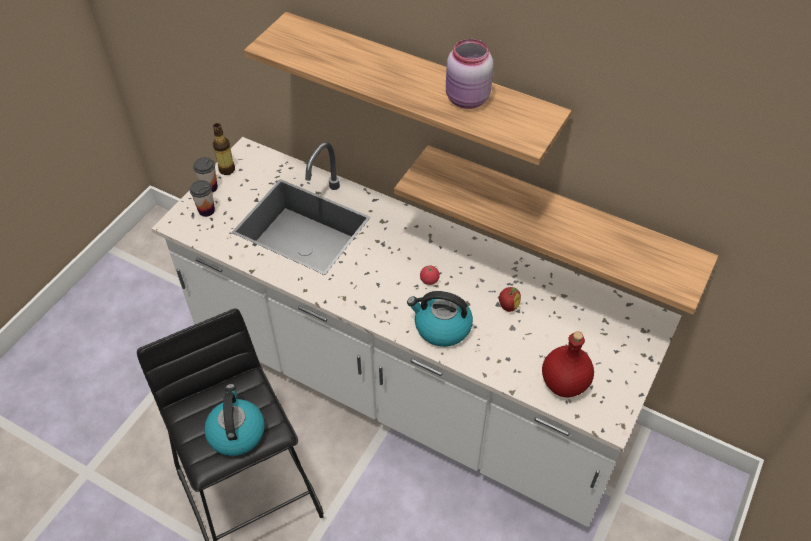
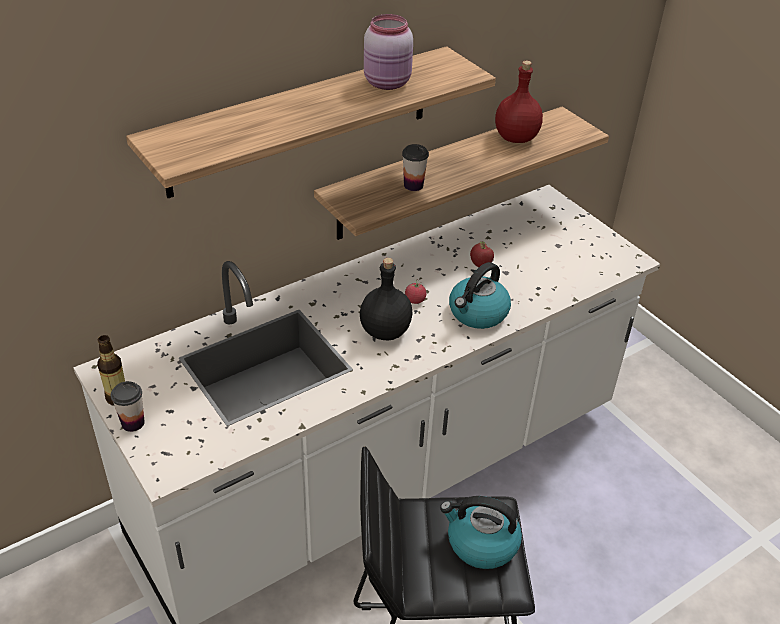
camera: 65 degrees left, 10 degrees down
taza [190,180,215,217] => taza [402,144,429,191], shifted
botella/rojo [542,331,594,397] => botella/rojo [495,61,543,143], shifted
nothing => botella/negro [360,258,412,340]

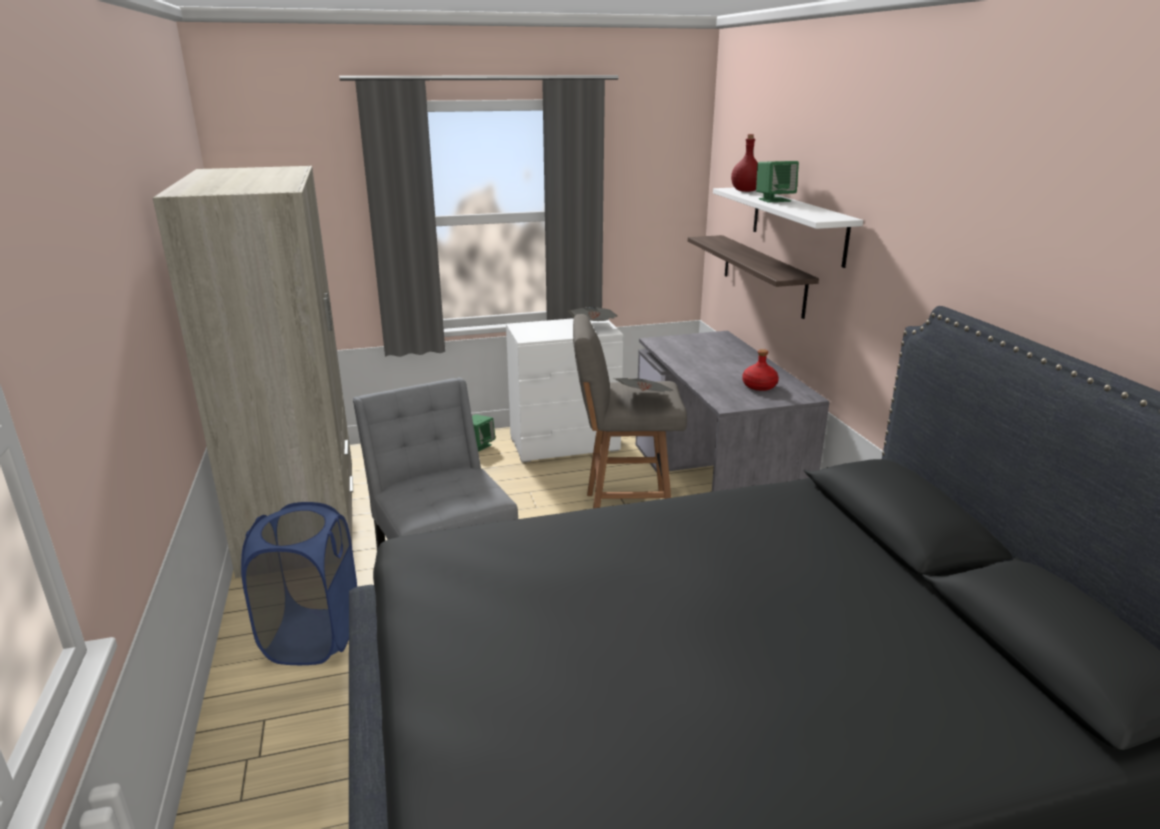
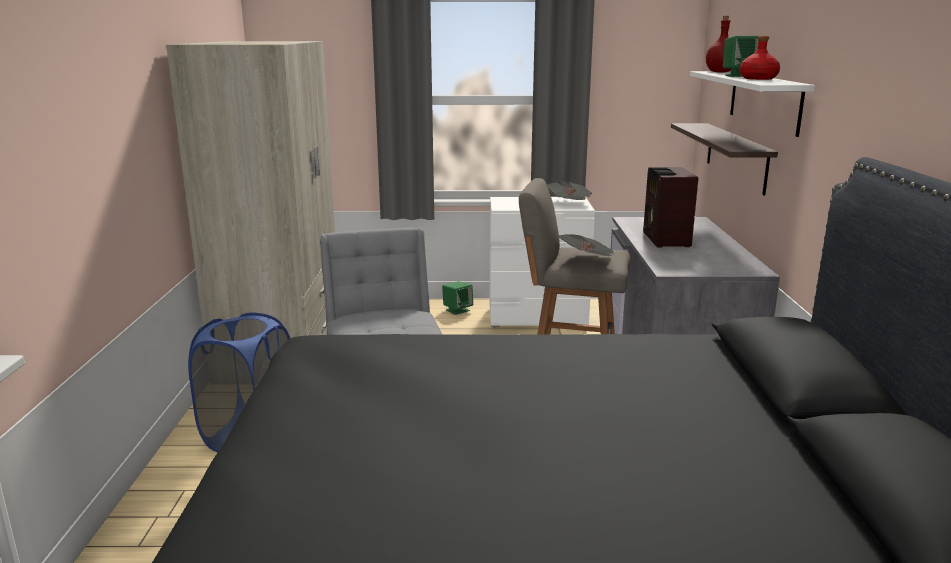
camera: 15 degrees right, 5 degrees down
botella/rojo [742,349,779,391] => botella/rojo [740,36,780,80], shifted
nothing => radio [643,167,699,247]

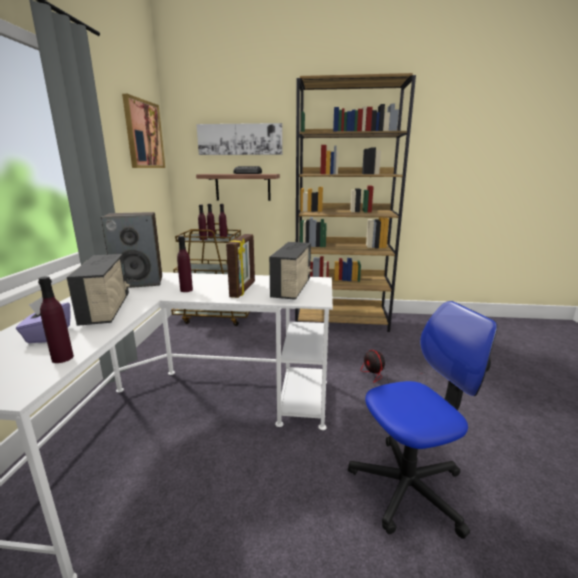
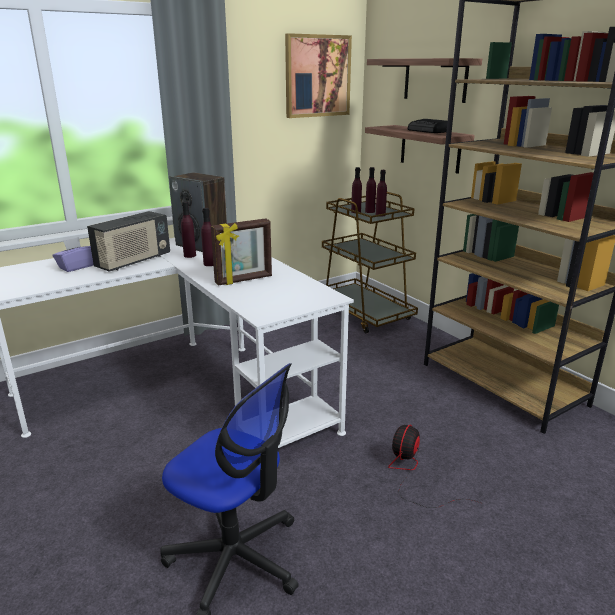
camera: 50 degrees right, 5 degrees up
cuadro [196,123,283,155] => estante [367,58,482,103]
radio [269,242,312,300] => nothing
botella/morado [38,276,74,363] => botella/morado [181,201,196,258], shifted

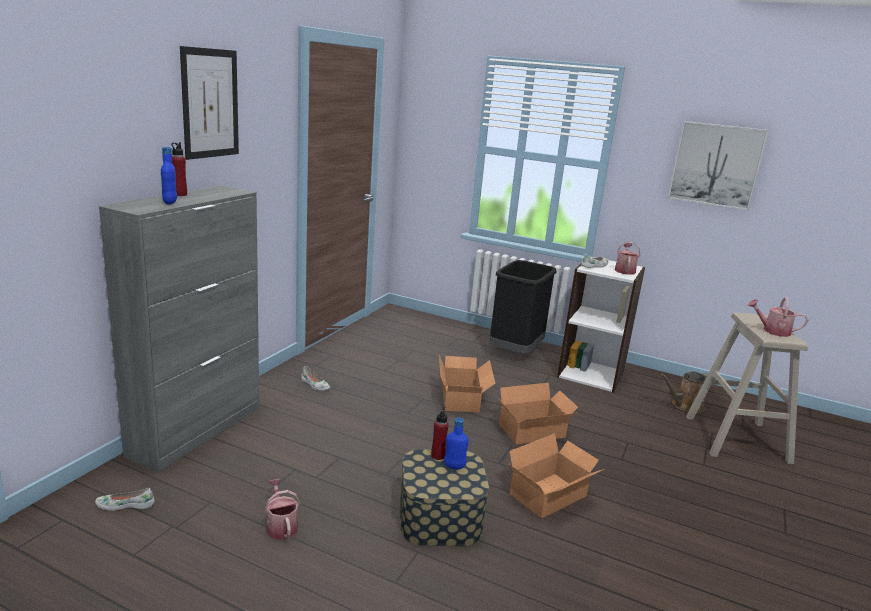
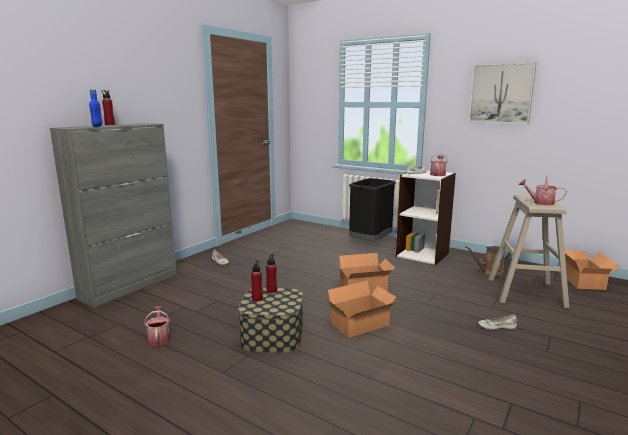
camera: 10 degrees right, 5 degrees down
cuadro [180,46,239,160] => nothing
caja de cartón [439,355,496,413] => caja de cartón [565,250,621,290], shifted
botella/azul [444,418,469,470] => nothing
zapato/blanco [95,488,155,511] => zapato/blanco [478,315,517,330], shifted
nothing => botella/rojo [251,261,263,302]

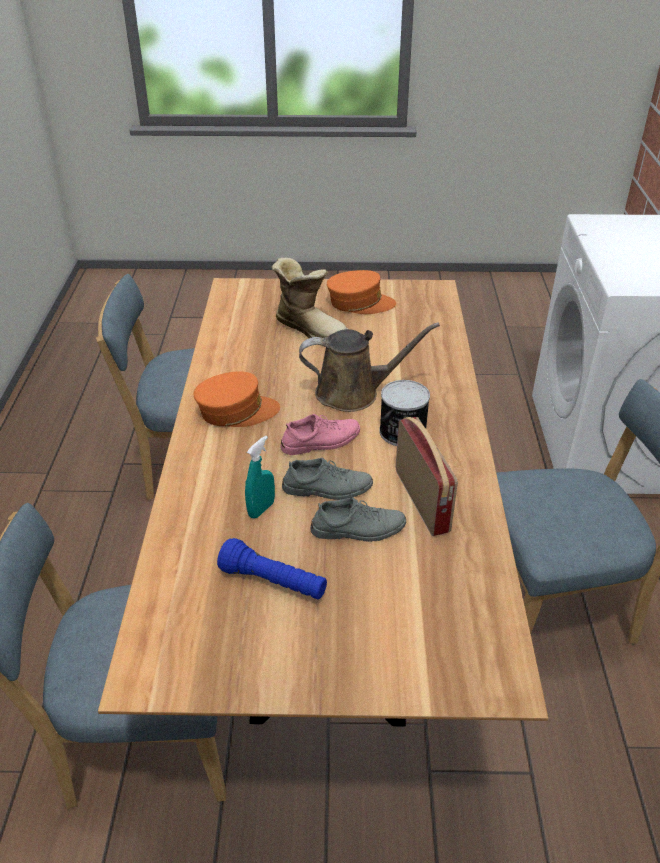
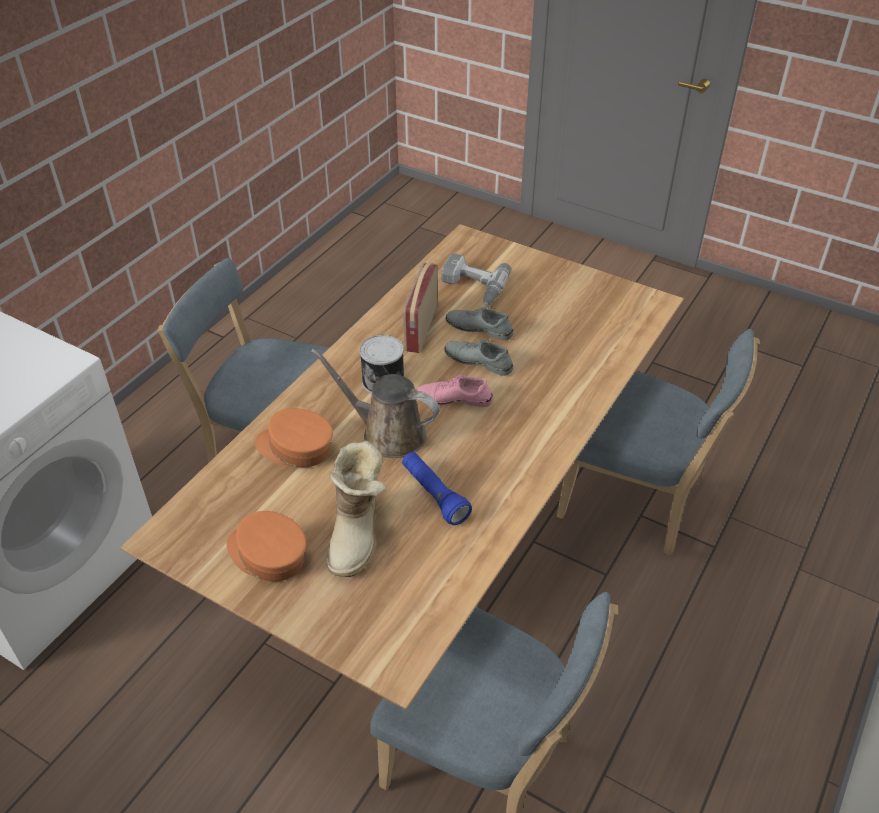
camera: 150 degrees left, 5 degrees up
bota [271,257,348,338] => bota [327,441,387,577], 150 degrees counterclockwise
gorra/naranja [193,371,280,427] => gorra/naranja [255,408,333,467], shifted
pulverizador/turquesa [245,435,275,519] => nothing
linterna/azul [217,538,327,599] => linterna/azul [402,452,472,525], shifted
nothing => taladro [441,253,511,306]

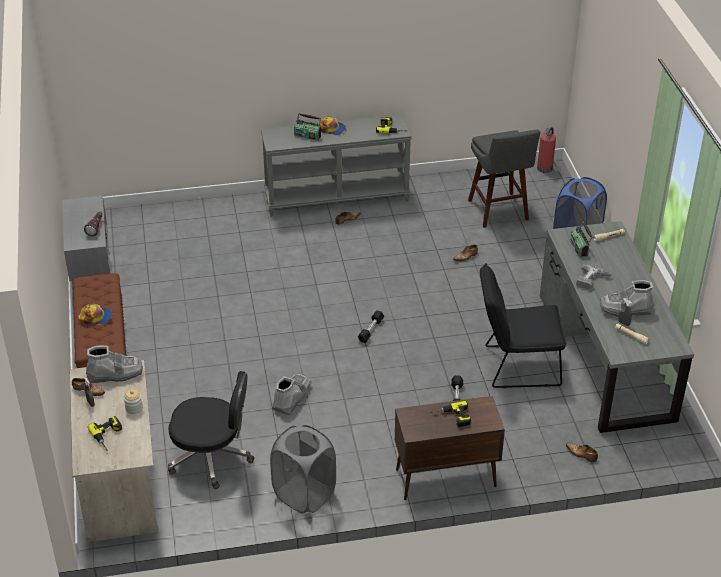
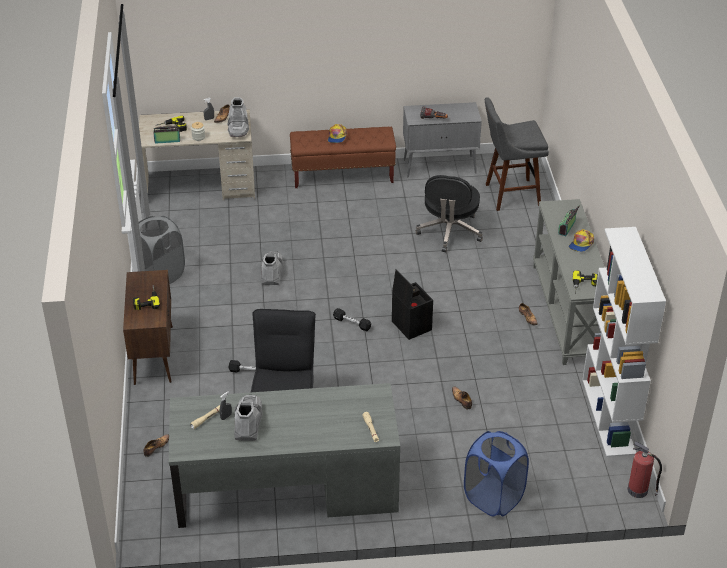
camera: 95 degrees right, 0 degrees up
taburete/gris [468,130,540,228] => taburete/gris [485,97,549,211], shifted
radio [570,221,593,257] => radio [153,126,180,144], shifted
taladro [576,264,612,290] => nothing
silla de oficina/negro [168,371,255,489] => silla de oficina/negro [416,175,483,253], shifted
bota/gris [272,374,311,415] => bota/gris [261,251,283,285], 120 degrees counterclockwise
nothing => estantería/blanco [582,227,666,457]
nothing => caja de almacenaje/negro [392,269,433,340]

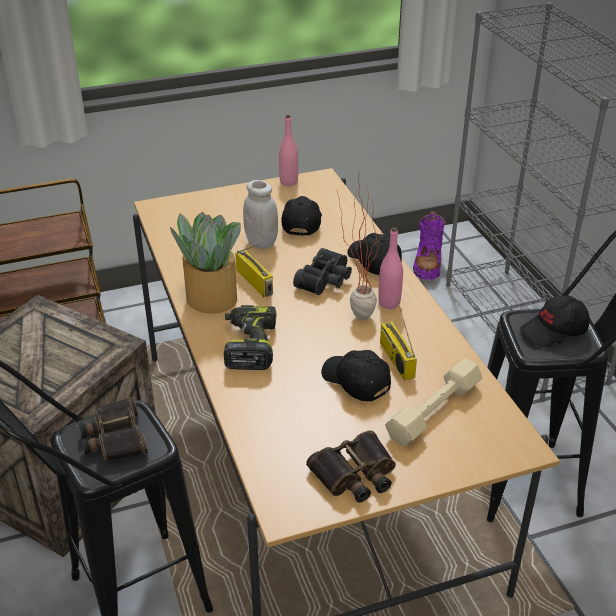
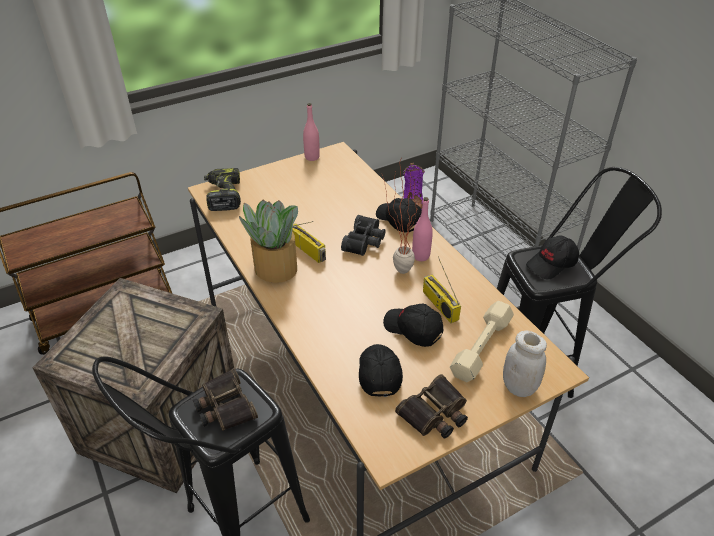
camera: 10 degrees left, 5 degrees up
tarro/blanco [243,180,278,249] => tarro/blanco [503,331,547,397], shifted
gorra/negro [281,196,322,236] => gorra/negro [359,344,403,397], shifted
taladro [224,305,277,370] => taladro [204,168,241,211], shifted

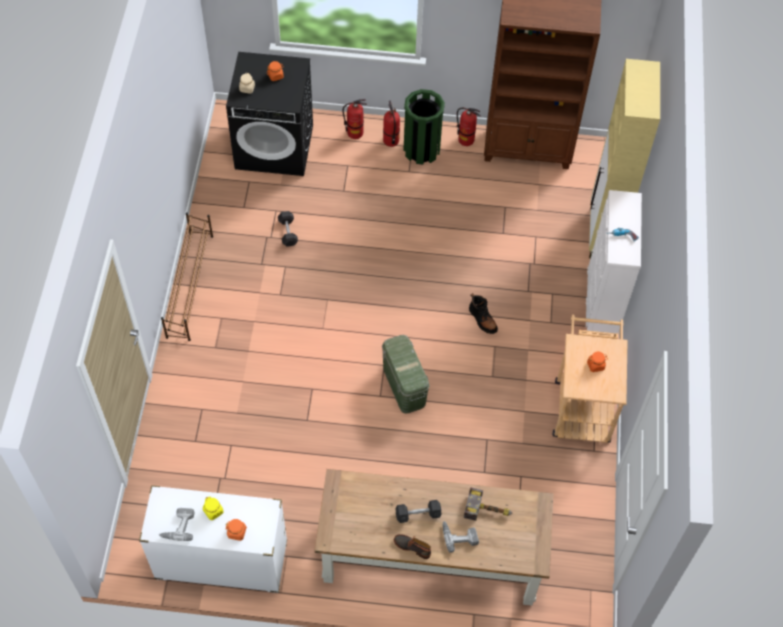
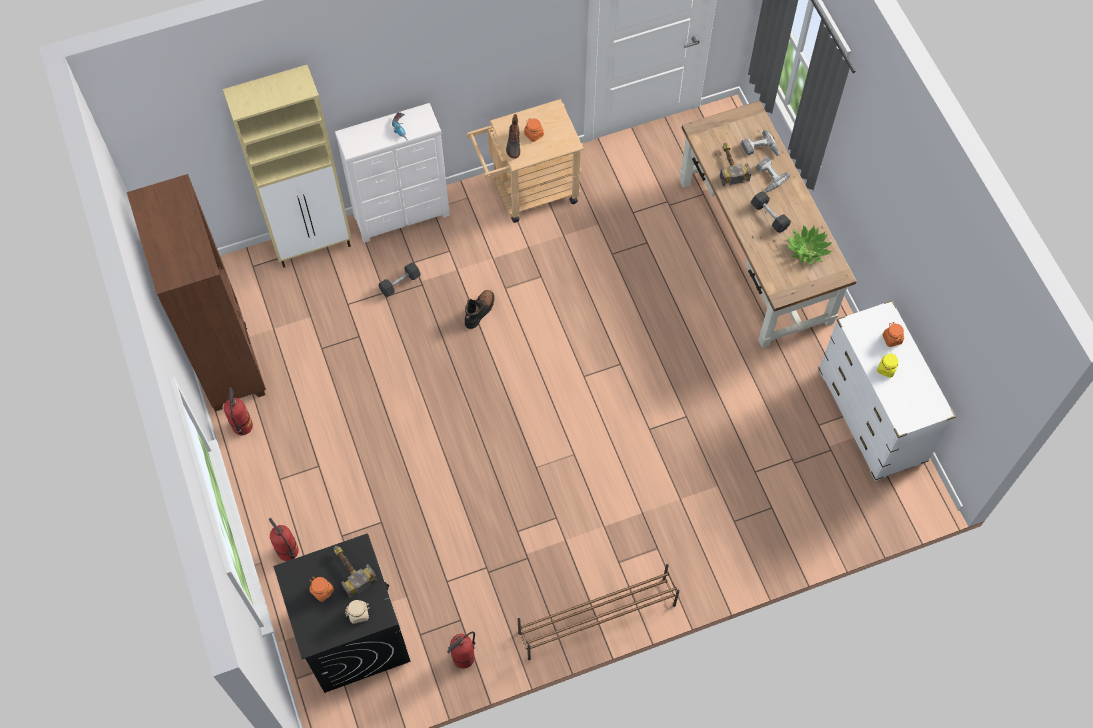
camera: 115 degrees left, 5 degrees up
papelera/verde [403,89,445,165] => nothing
extintor [383,100,400,147] => extintor [447,631,476,669], shifted
mancuerna/gris [278,211,298,247] => mancuerna/gris [379,263,421,297], shifted
caja de almacenaje/verde [382,335,430,414] => nothing
taladro [159,508,194,541] => taladro [741,130,779,156], shifted
bota [394,534,431,559] => bota [506,114,520,158], shifted
nothing => planta en maceta [787,225,832,265]
nothing => martillo [334,546,378,599]

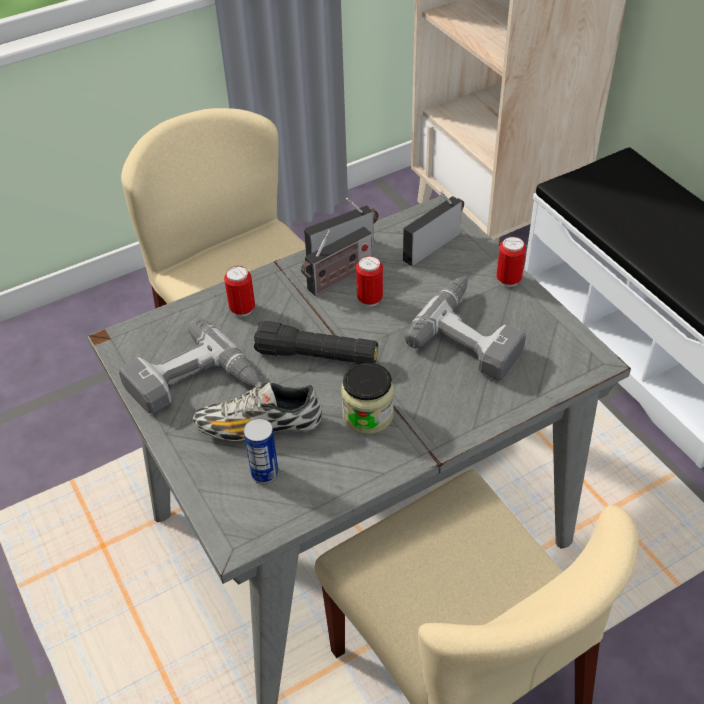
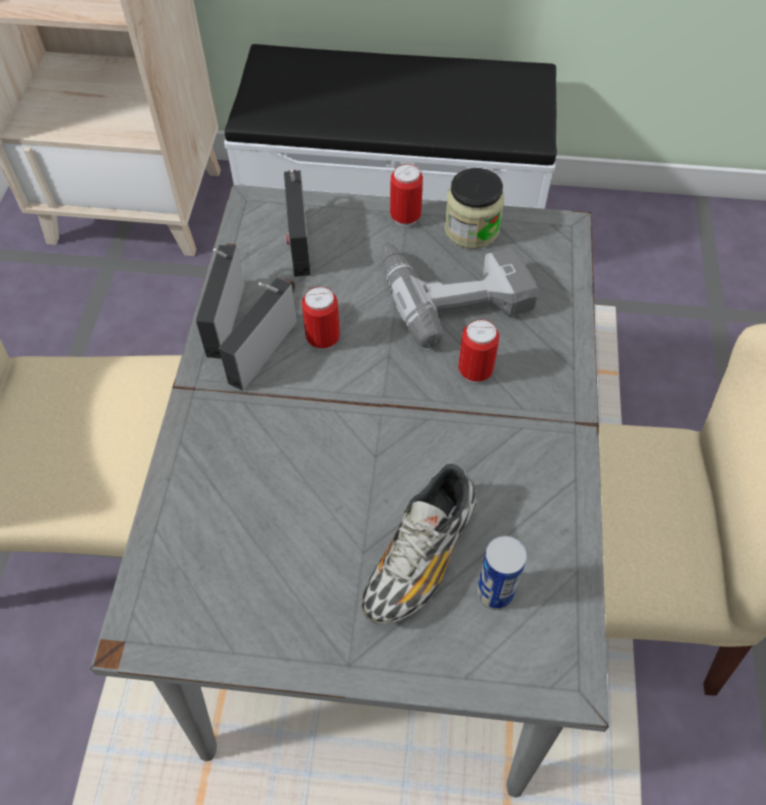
camera: 55 degrees left, 10 degrees up
radio [301,227,372,296] => radio [219,278,297,391], 150 degrees counterclockwise
lata [224,266,255,317] => lata [458,319,499,383], shifted
taladro [119,318,262,414] => nothing
linterna/negro [254,321,378,364] => nothing
tarro [341,363,394,434] => tarro [444,168,504,249], shifted

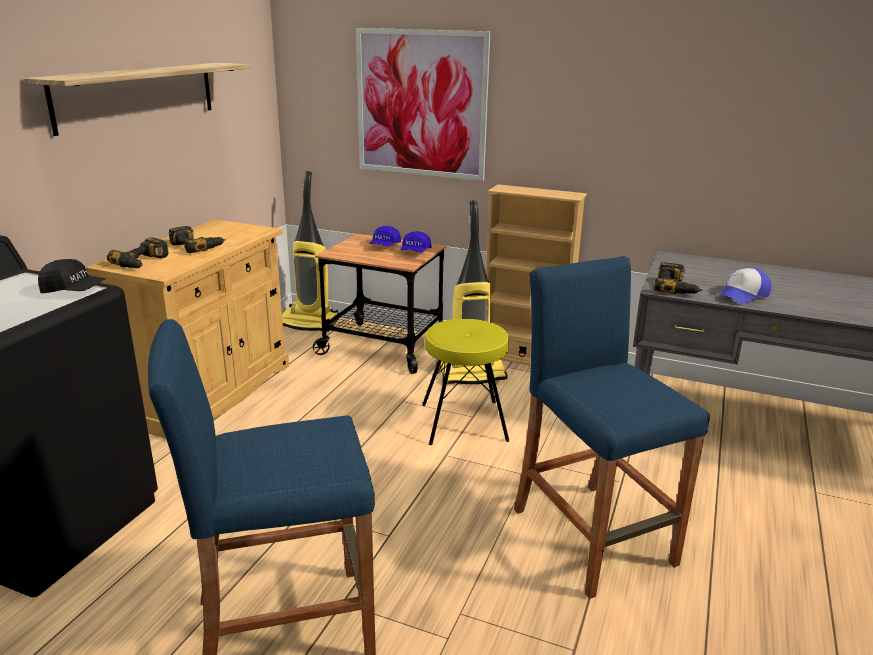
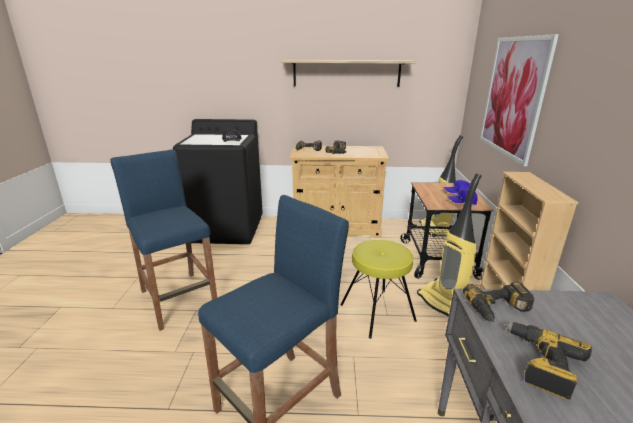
camera: 70 degrees right, 0 degrees up
gorra [718,268,772,304] => taladro [505,322,592,400]

